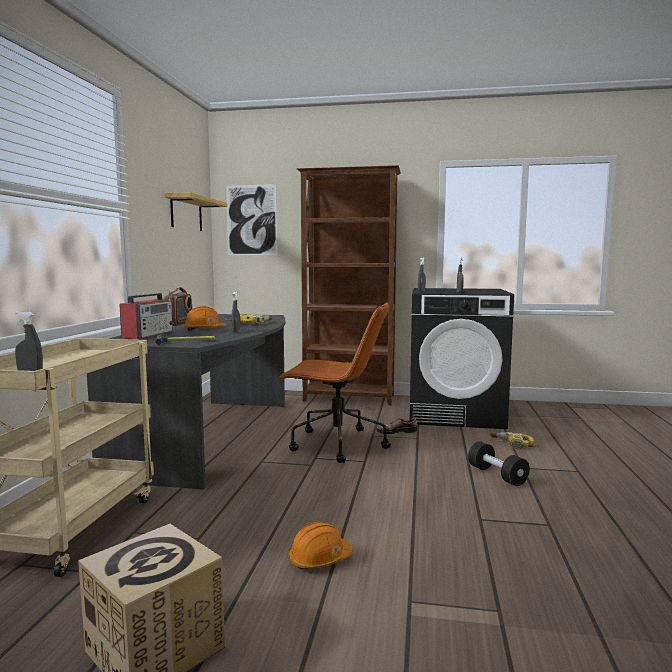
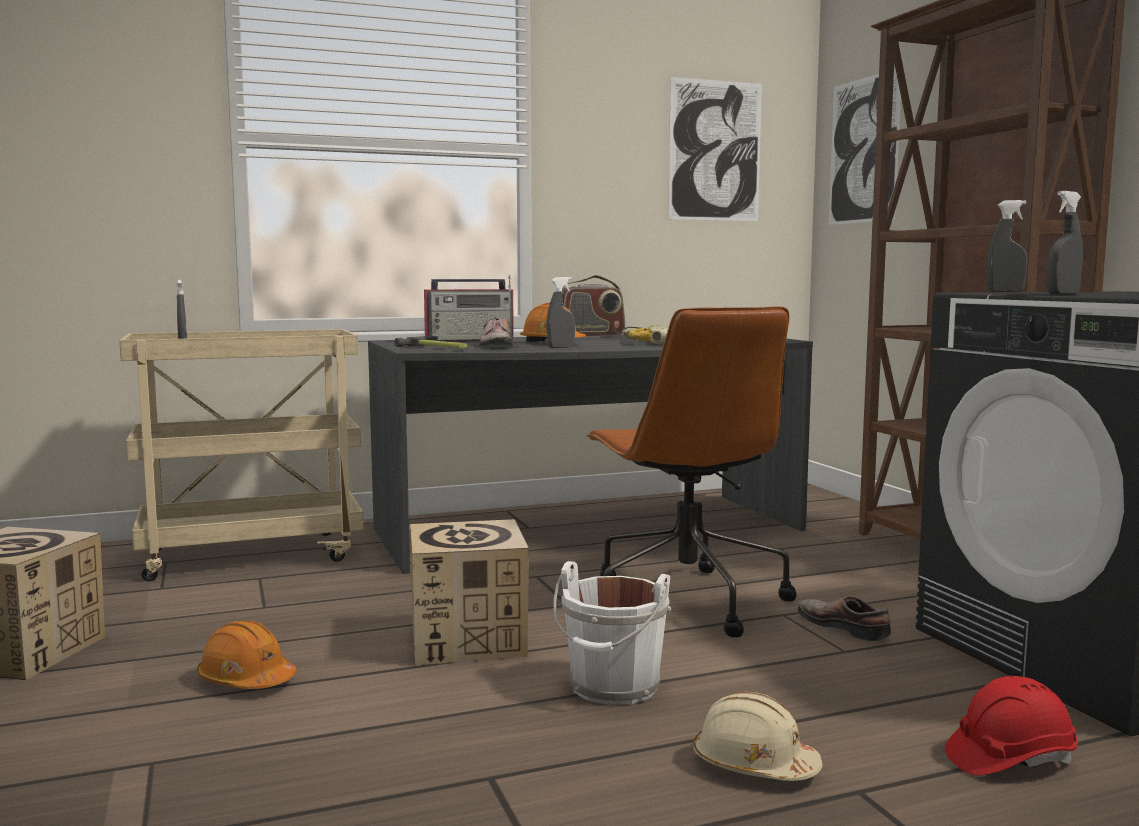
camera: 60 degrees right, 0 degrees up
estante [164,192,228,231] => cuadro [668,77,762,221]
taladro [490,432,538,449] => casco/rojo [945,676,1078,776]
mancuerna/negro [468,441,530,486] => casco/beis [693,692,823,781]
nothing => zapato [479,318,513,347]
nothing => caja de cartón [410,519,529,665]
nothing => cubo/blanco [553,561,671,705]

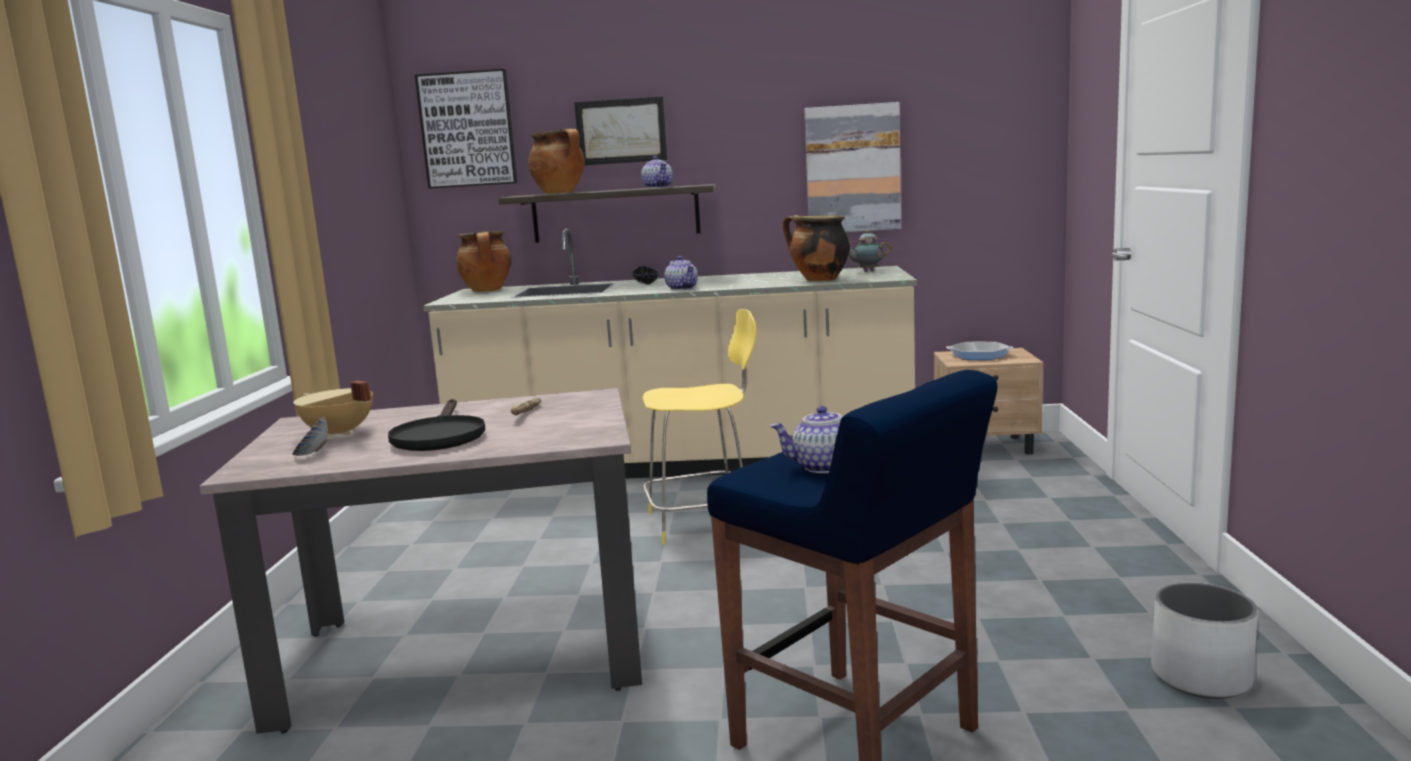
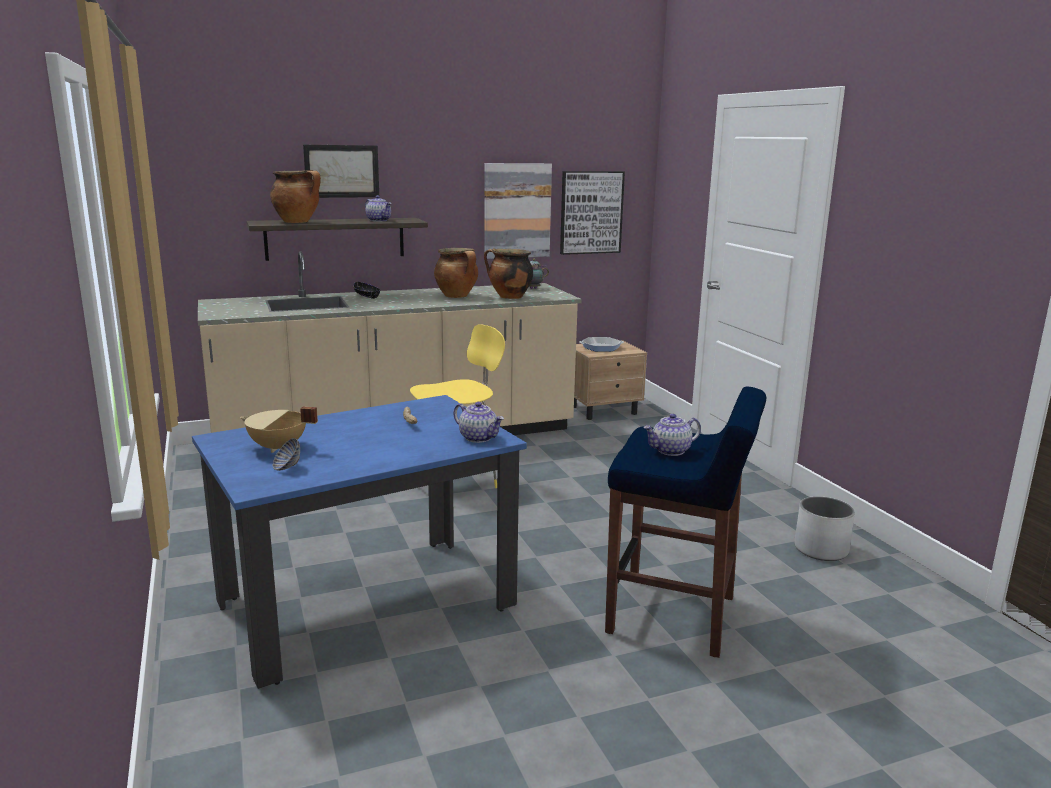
camera: 25 degrees left, 5 degrees up
cuadro [415,69,517,189] => cuadro [560,171,625,255], shifted
olla [456,231,511,292] => olla [434,248,478,298], shifted
tetera [664,256,698,290] => tetera [453,402,504,443], shifted
mesa de comedor/beis [200,388,642,734] => mesa de comedor/azul [192,395,527,689]
sartén/negro [388,399,486,451] => nothing

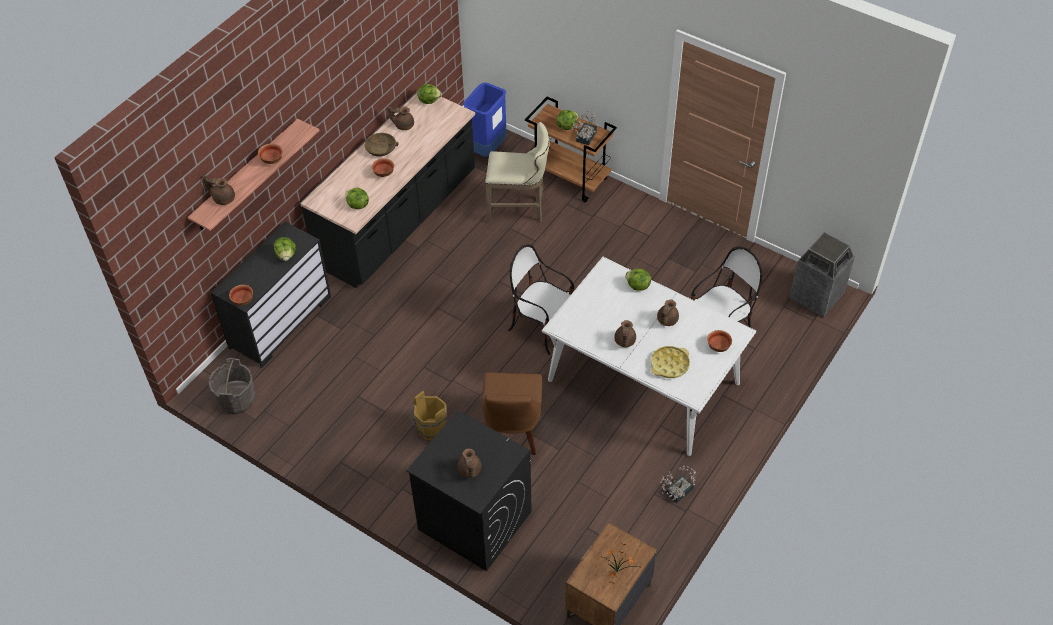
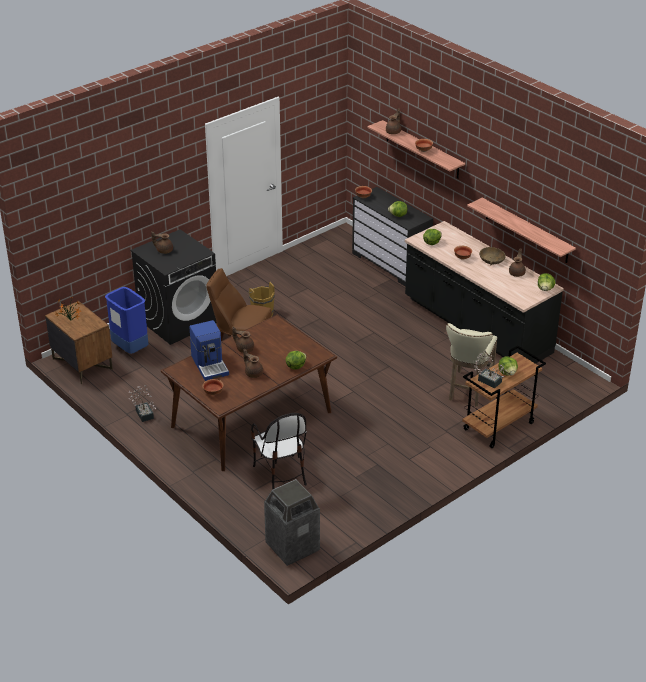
camera: 105 degrees right, 15 degrees down
papelera/azul [463,82,507,157] => papelera/azul [105,287,148,354], shifted
silla [508,244,575,355] => nothing
mesa de comedor/blanco [542,257,756,456] => mesa de comedor/marrón [161,314,337,471]
bandeja/amarillo [651,346,690,378] => cafetera [189,320,229,381]
cubo/gris [209,358,256,415] => nothing
nothing => estante [467,198,576,263]

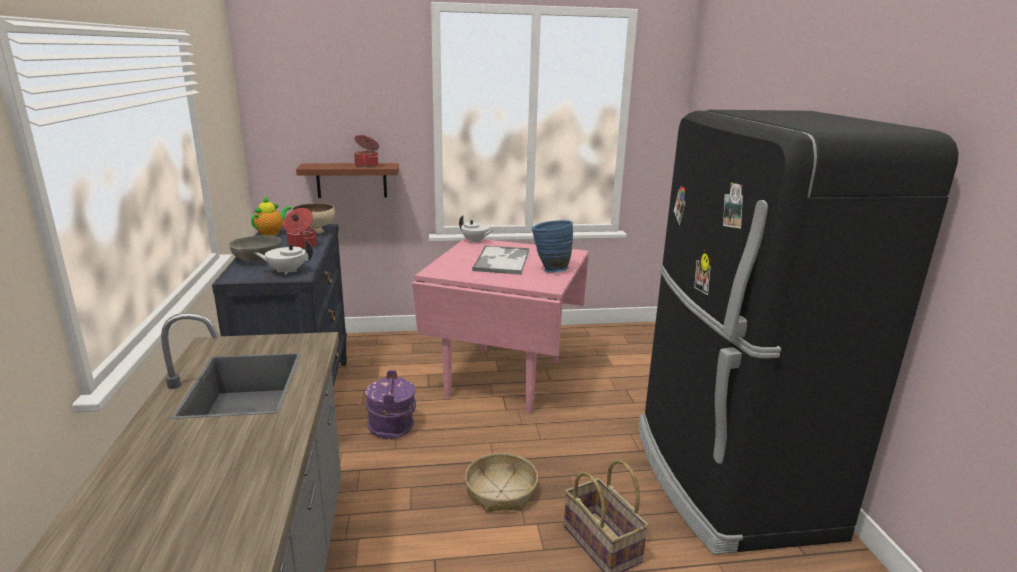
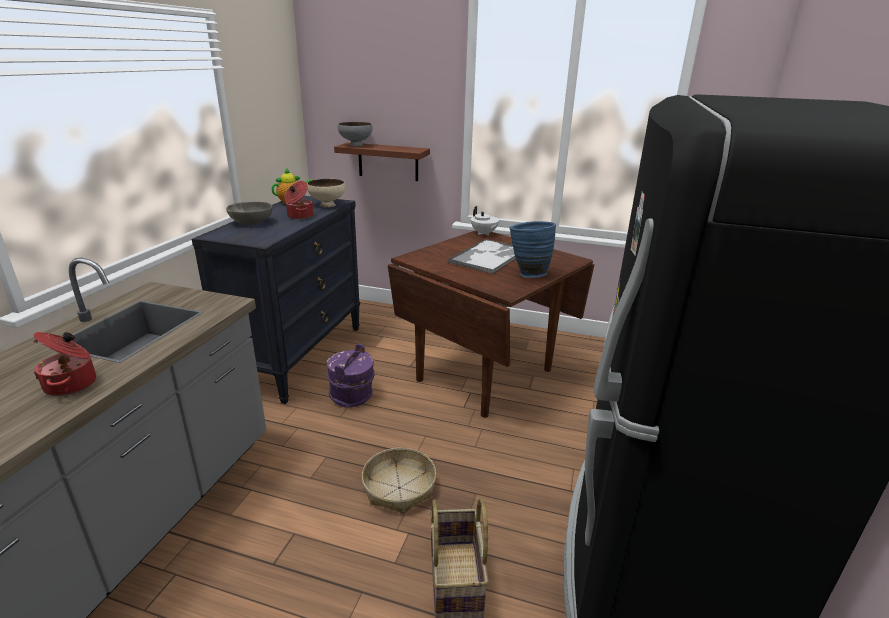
camera: 25 degrees right, 5 degrees up
olla [354,135,379,167] => olla [33,332,96,396], shifted
mesa de comedor/rosa [412,238,589,414] => mesa de comedor/marrón [388,230,594,418]
tetera/blanco [255,240,313,275] => nothing
nothing => cuenco/gris [338,122,372,147]

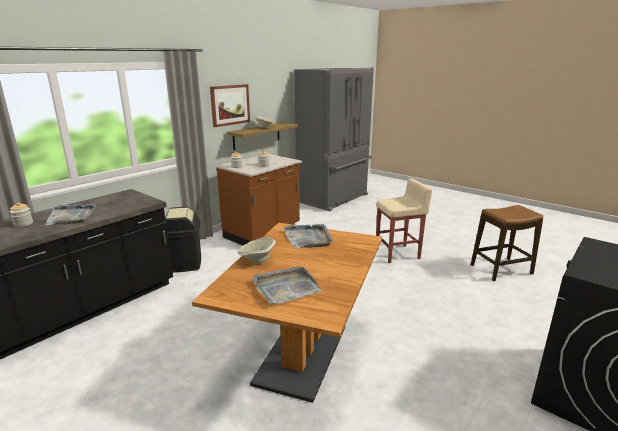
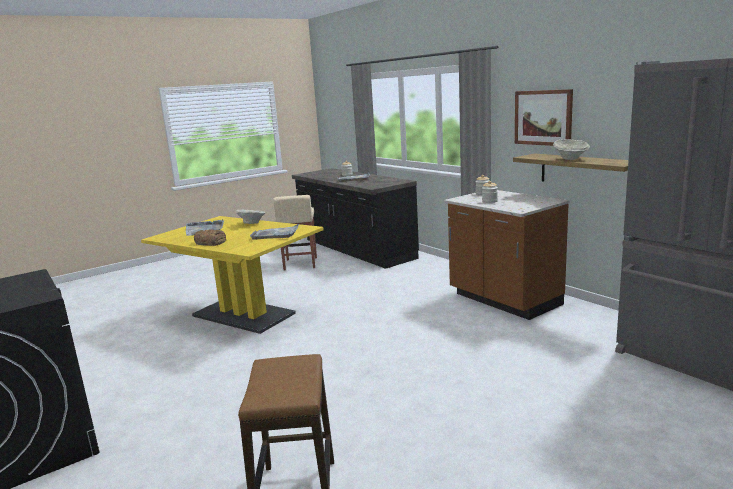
camera: 105 degrees right, 5 degrees down
taburete/beis [376,179,432,263] => taburete/beis [273,195,317,270], shifted
papelera/negro [164,207,201,273] => nothing
mesa de comedor/marrón [192,223,382,403] => mesa de comedor/amarillo [141,216,324,334]
nothing => pan [194,229,226,246]

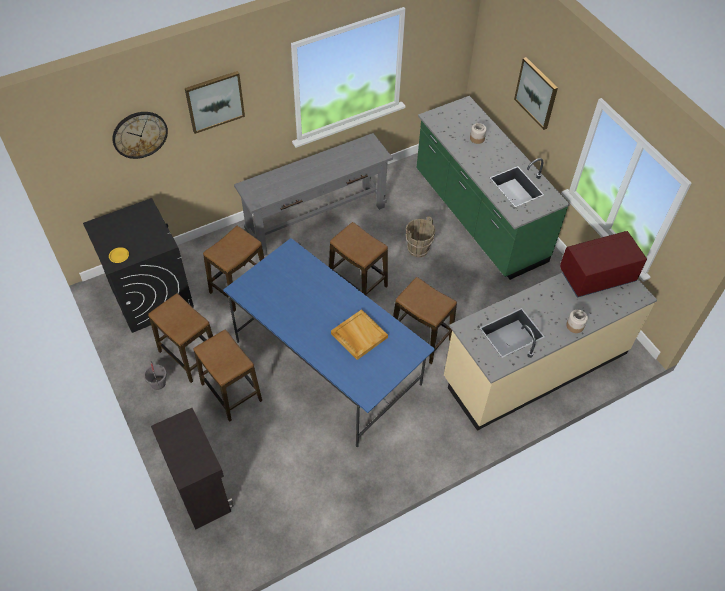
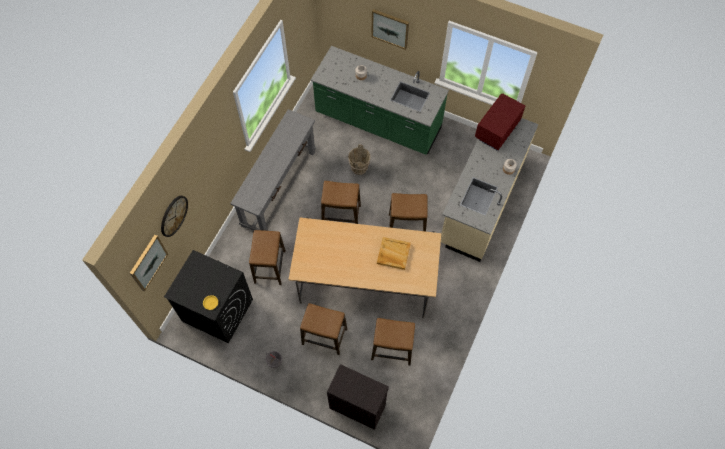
camera: 35 degrees left, 10 degrees up
cuadro [185,71,245,134] => cuadro [130,235,168,291], shifted
mesa de comedor/azul [223,238,435,447] => mesa de comedor/beis [288,217,441,318]
taburete [148,293,213,383] => taburete [371,318,415,365], shifted

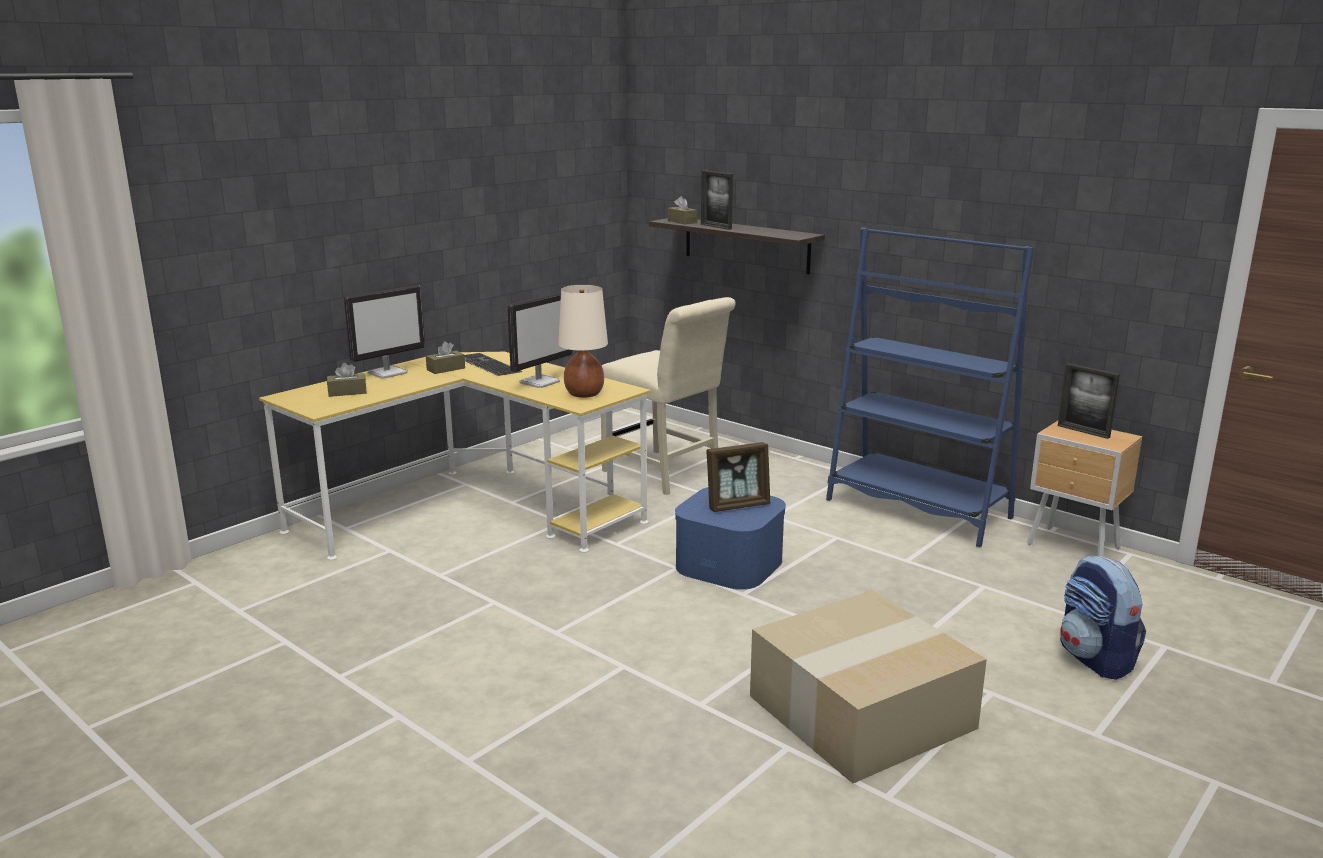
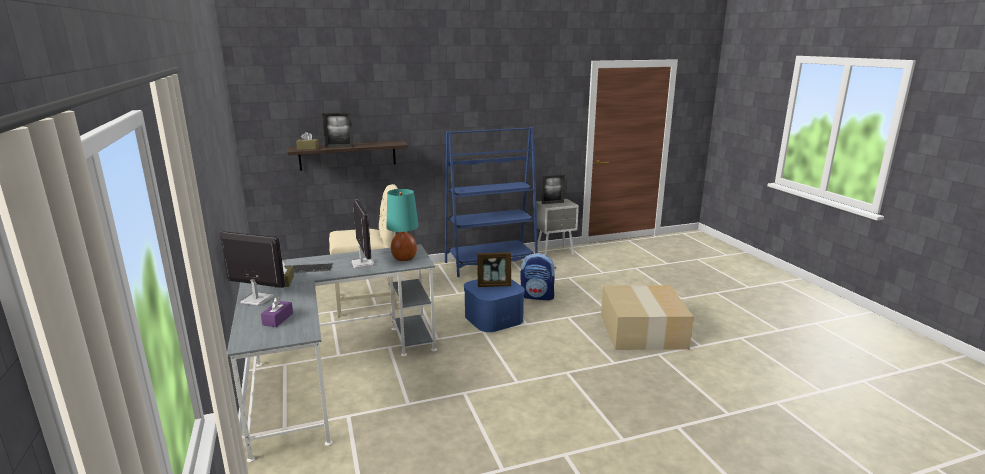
camera: 60 degrees left, 0 degrees up
monitor [344,285,425,378] => monitor [220,231,285,306], 60 degrees counterclockwise
lámpara de mesa/beis [558,285,608,398] => lámpara de mesa/turquesa [386,189,419,261]
escritorio/amarillo [259,352,651,560] => escritorio/gris [227,244,437,462]
caja de pañuelos/marrón [327,363,367,397] => caja de pañuelos/morado [261,296,293,327]
mesita de noche/marrón [1027,421,1143,557] => mesita de noche/gris [536,199,579,256]
portarretratos [707,442,771,512] => portarretratos [477,252,511,287], 75 degrees clockwise
mochila [1060,556,1146,680] => mochila [520,253,556,301], shifted

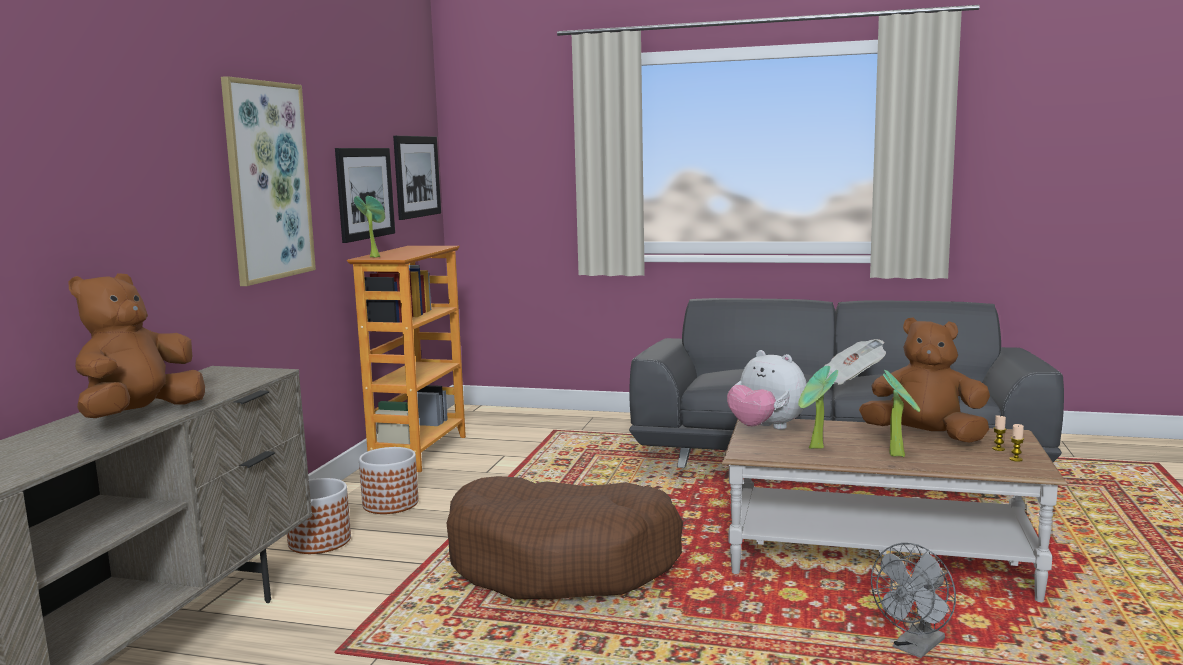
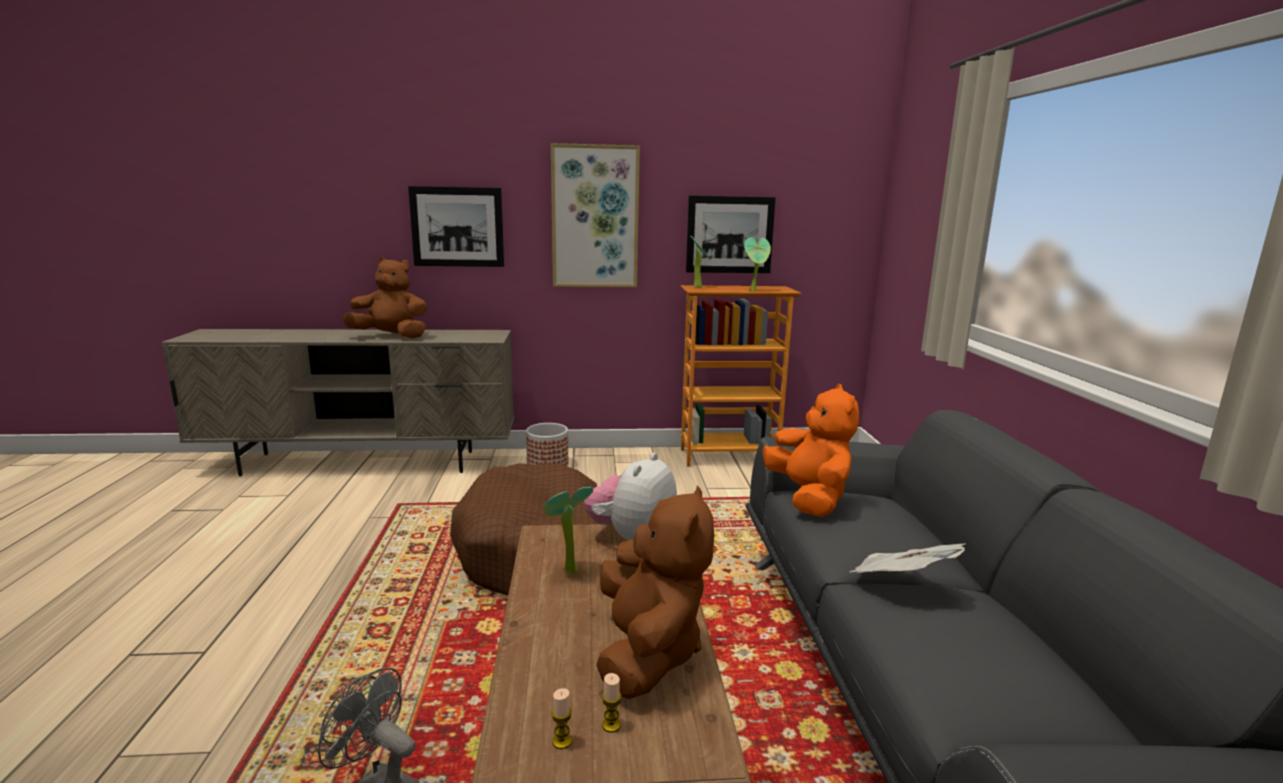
camera: 70 degrees right, 5 degrees up
cuadro [393,136,441,220] => cuadro [408,186,504,267], shifted
planta en maceta [883,370,920,457] => planta en maceta [744,237,771,291], shifted
maceta [359,447,419,514] => nothing
nothing => peluche/naranja [763,384,859,517]

